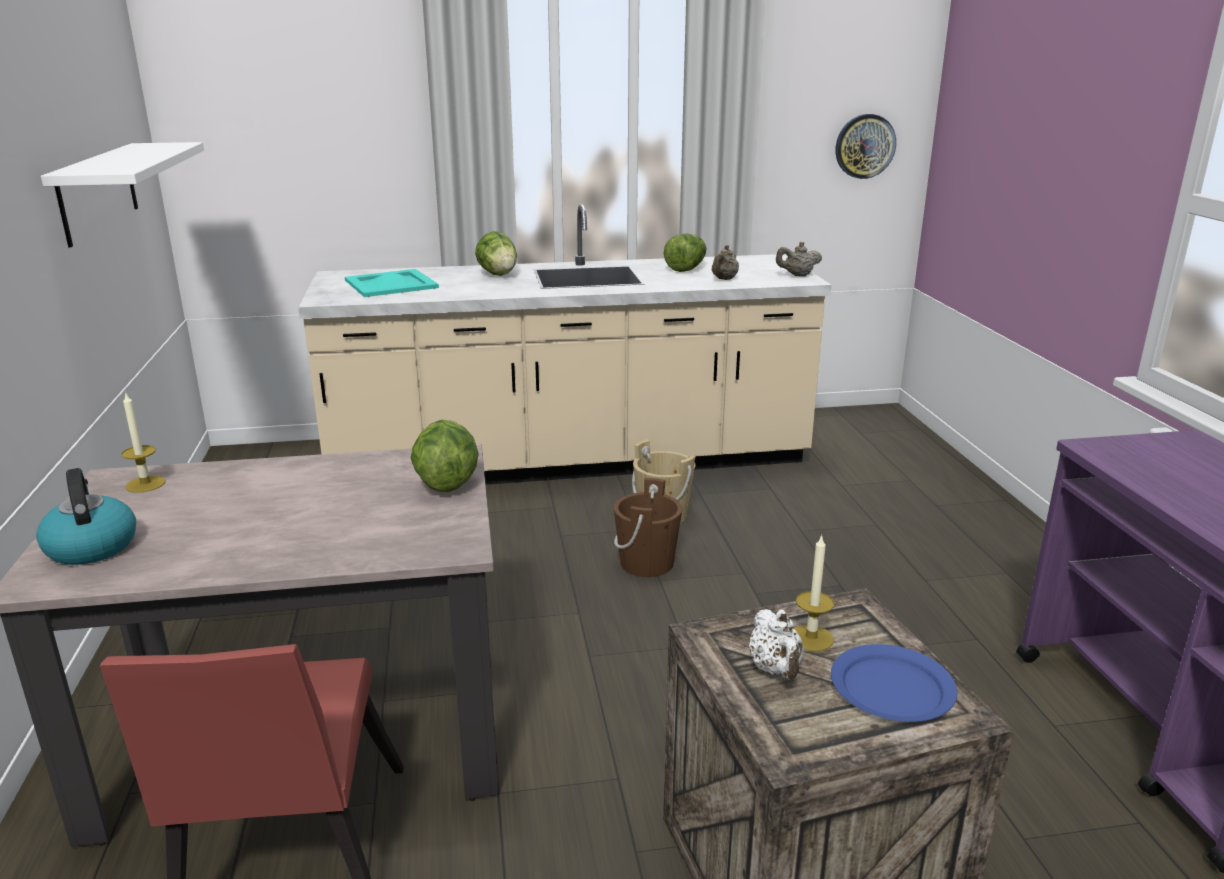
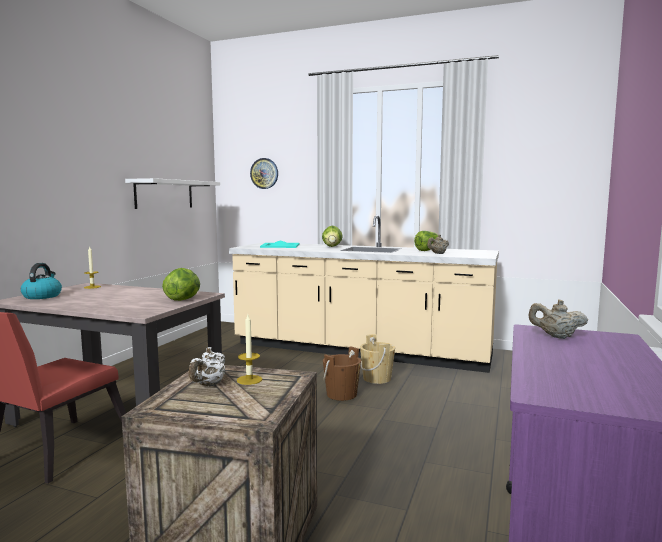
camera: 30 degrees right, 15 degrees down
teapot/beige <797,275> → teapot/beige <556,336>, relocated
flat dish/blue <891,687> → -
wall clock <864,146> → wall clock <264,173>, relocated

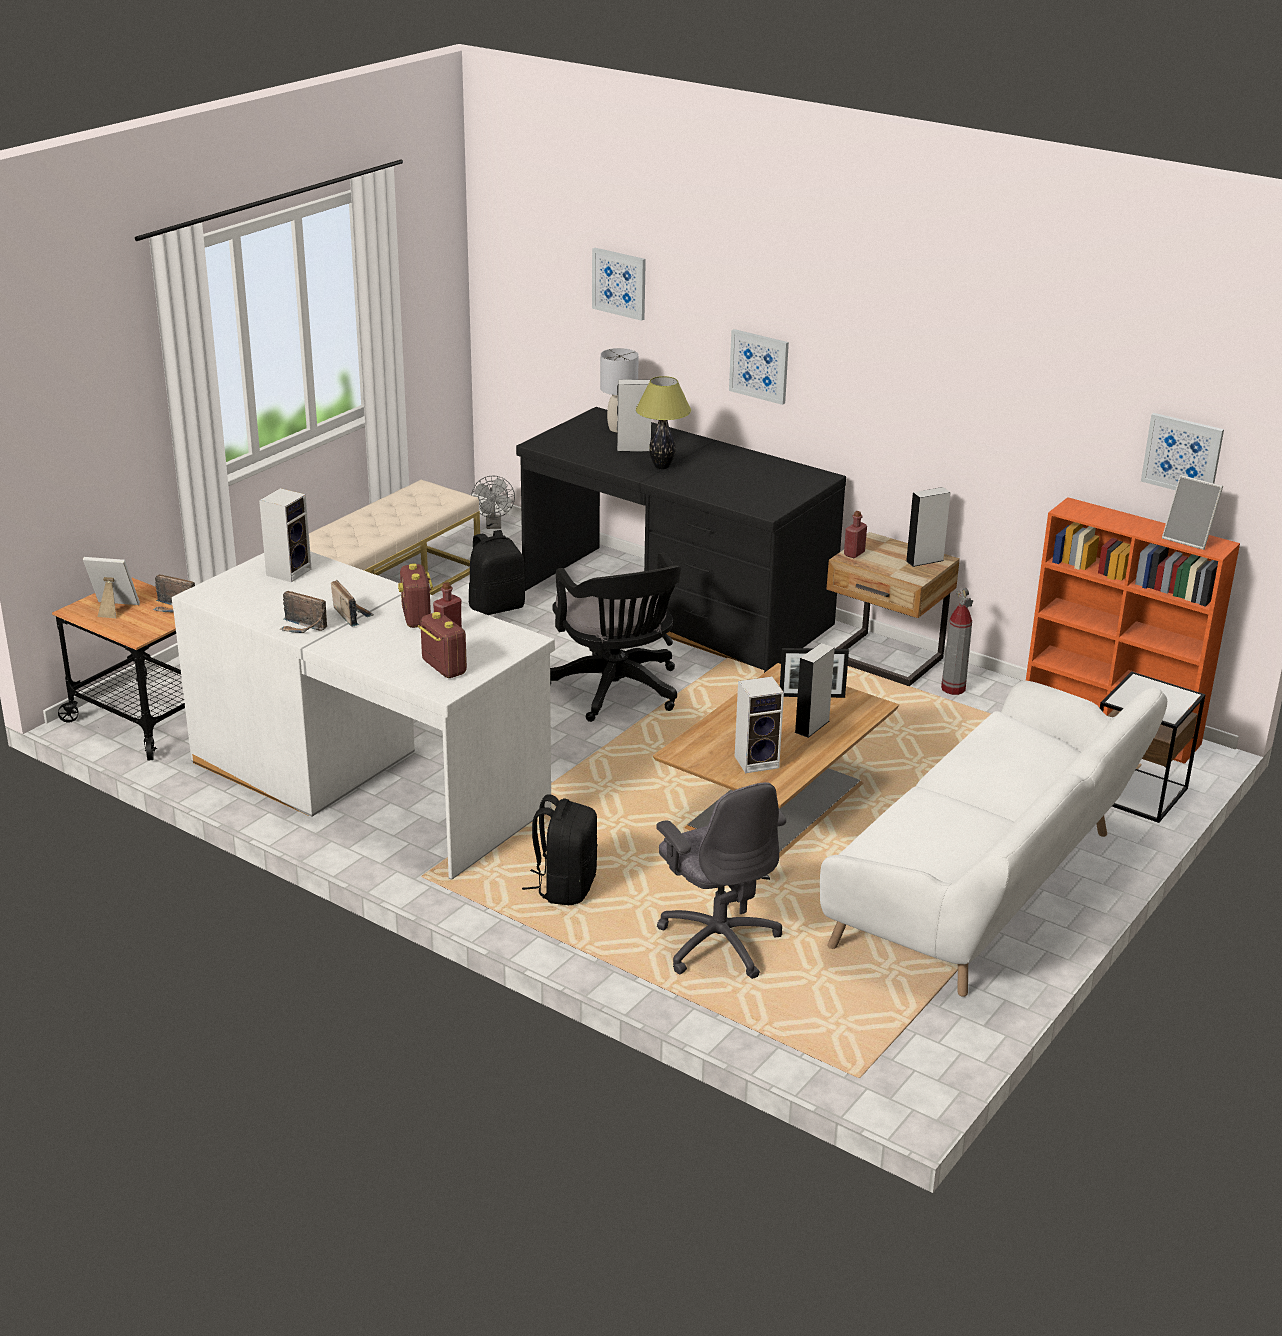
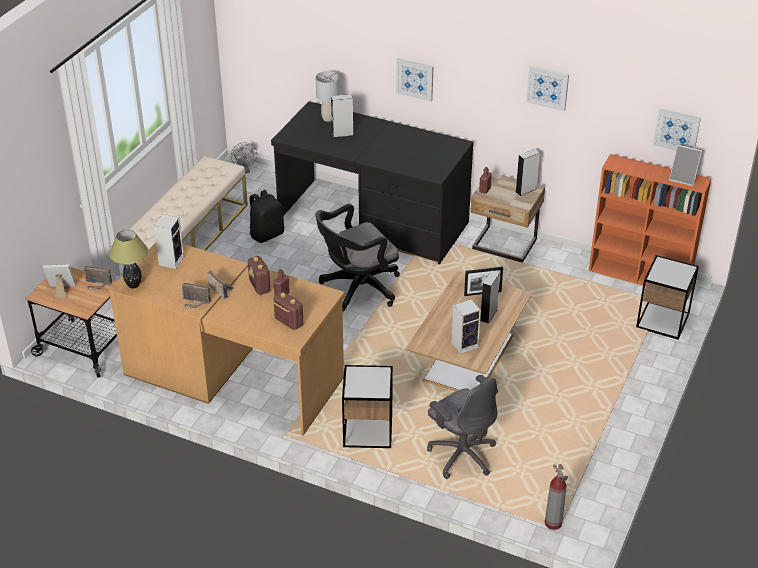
camera: 10 degrees left, 10 degrees up
desk/white-coloured <370,783> → desk/brownish <234,375>
backpack/black <565,887> → side table <367,431>
desk chair/black <617,692> → desk chair/black <357,289>, 90 degrees clockwise
wall art <619,283> → wall art <547,87>, relocated
table lamp <662,466> → table lamp <133,285>, relocated
sofa/white-coloured <986,890> → -
fire extinguisher <953,688> → fire extinguisher <553,523>, relocated

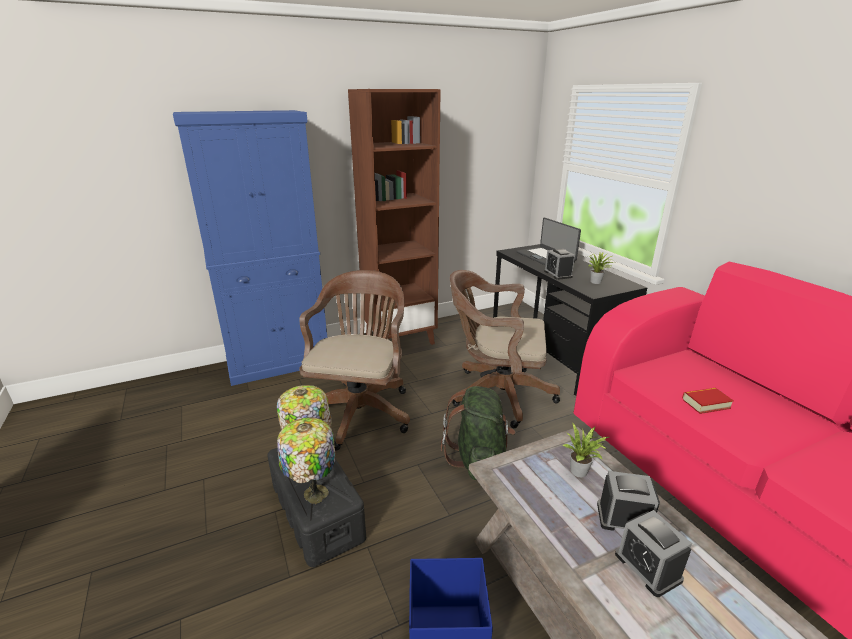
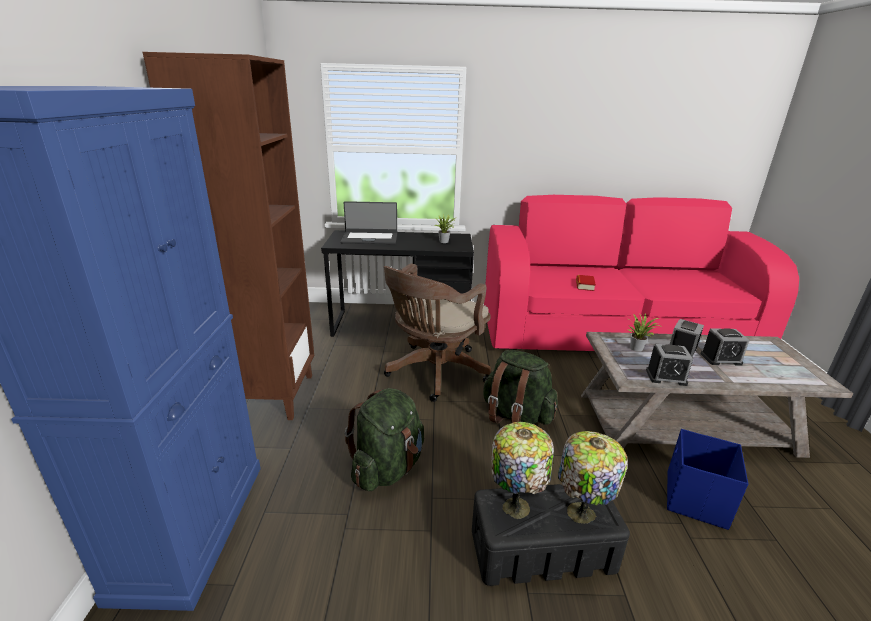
camera: 65 degrees left, 0 degrees up
desk chair/brownish <361,409> → backpack/green <388,468>
alarm clock <558,274> → alarm clock <666,377>, relocated

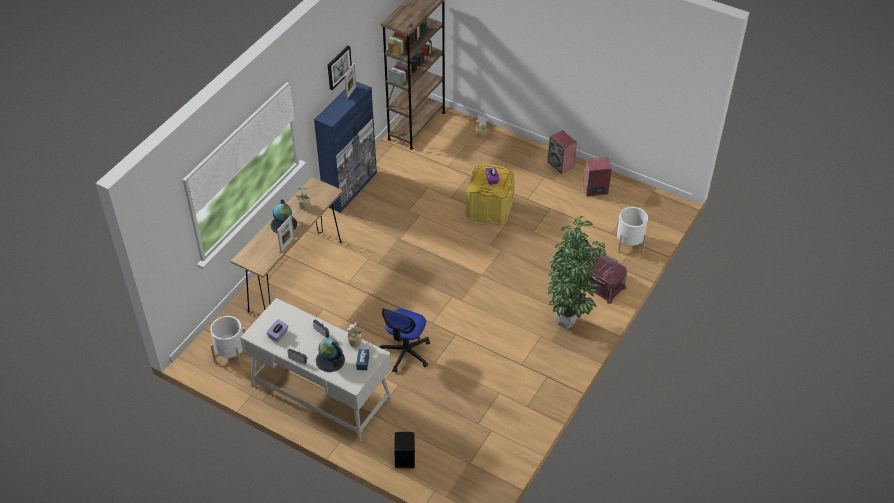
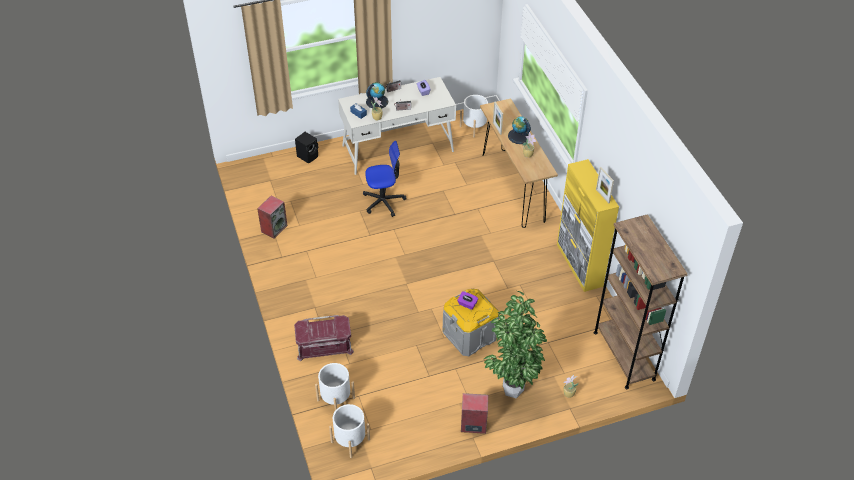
camera: 130 degrees right, 0 degrees up
storage cabinet/blue <350,188> → storage cabinet/yellow <579,265>
wall art <338,67> → -
desk chair <405,353> → desk chair <383,201>, 105 degrees clockwise
storage bin/yellow <489,209> → storage bin/greyish <469,335>
plant in a pot <568,323> → plant in a pot <510,391>, relocated
speaker <595,189> → speaker <274,228>, relocated
- → flower pot/white-coloured <350,440>

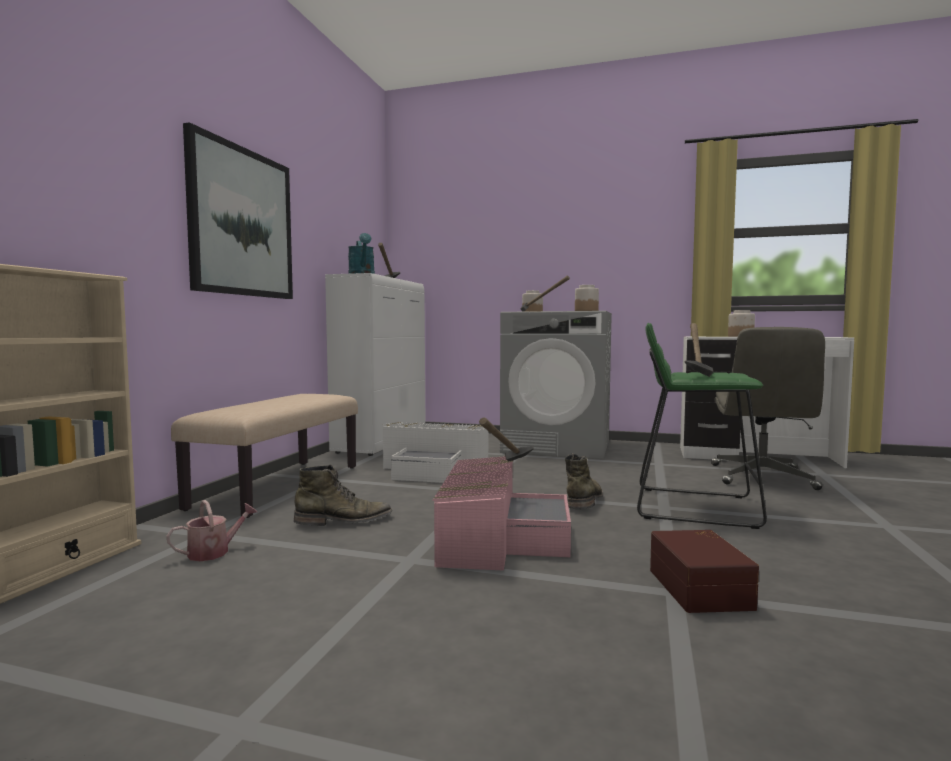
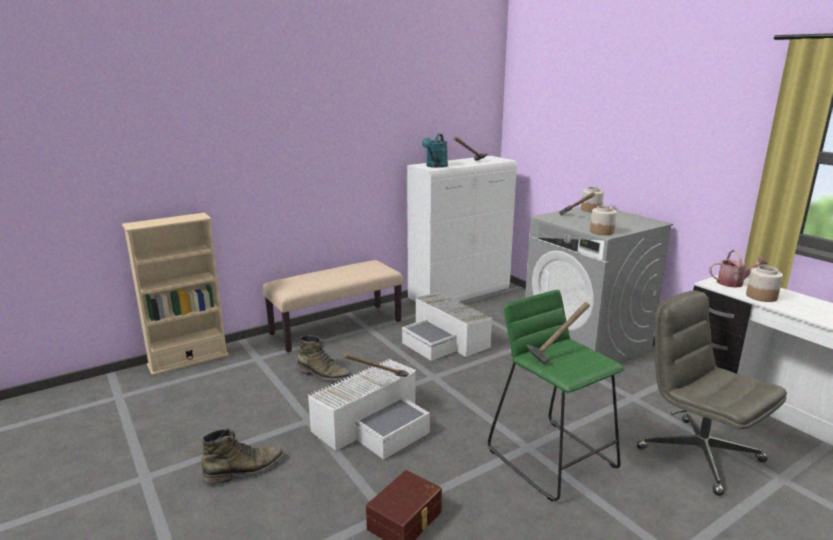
camera: 40 degrees right, 15 degrees up
sprinkling can <214,552> → sprinkling can <733,283>, relocated
wall art <242,222> → -
storage bin/pink-coloured <497,537> → storage bin/white-coloured <374,424>
tall boot/green <584,500> → tall boot/green <245,470>, relocated
desk chair/greyish <762,477> → desk chair/greyish <698,454>, 90 degrees clockwise

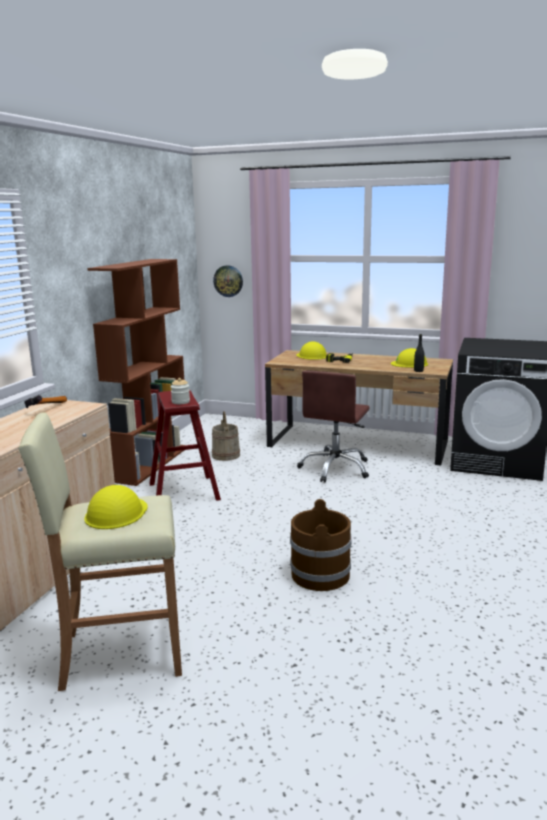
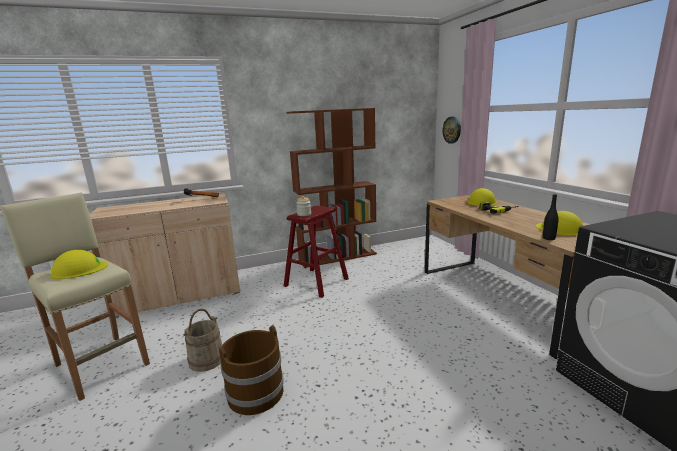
camera: 50 degrees right, 0 degrees up
bucket/beige <225,455> → bucket/beige <206,359>, relocated
desk chair/brownish <335,468> → -

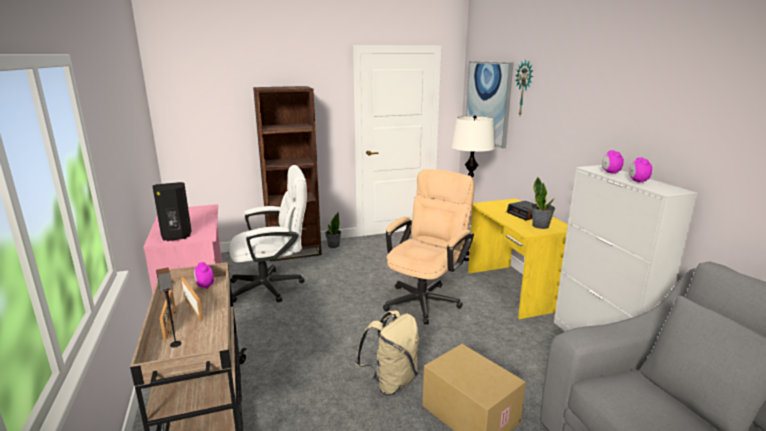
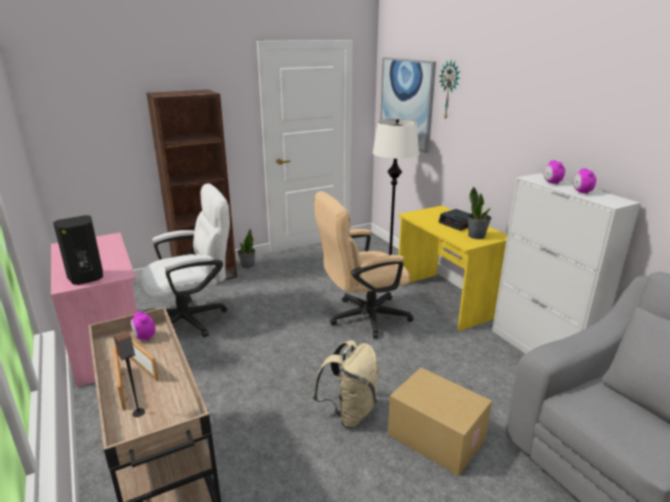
camera: 10 degrees left, 5 degrees up
desk chair/beige <426,299> → desk chair/beige <362,318>, 135 degrees counterclockwise

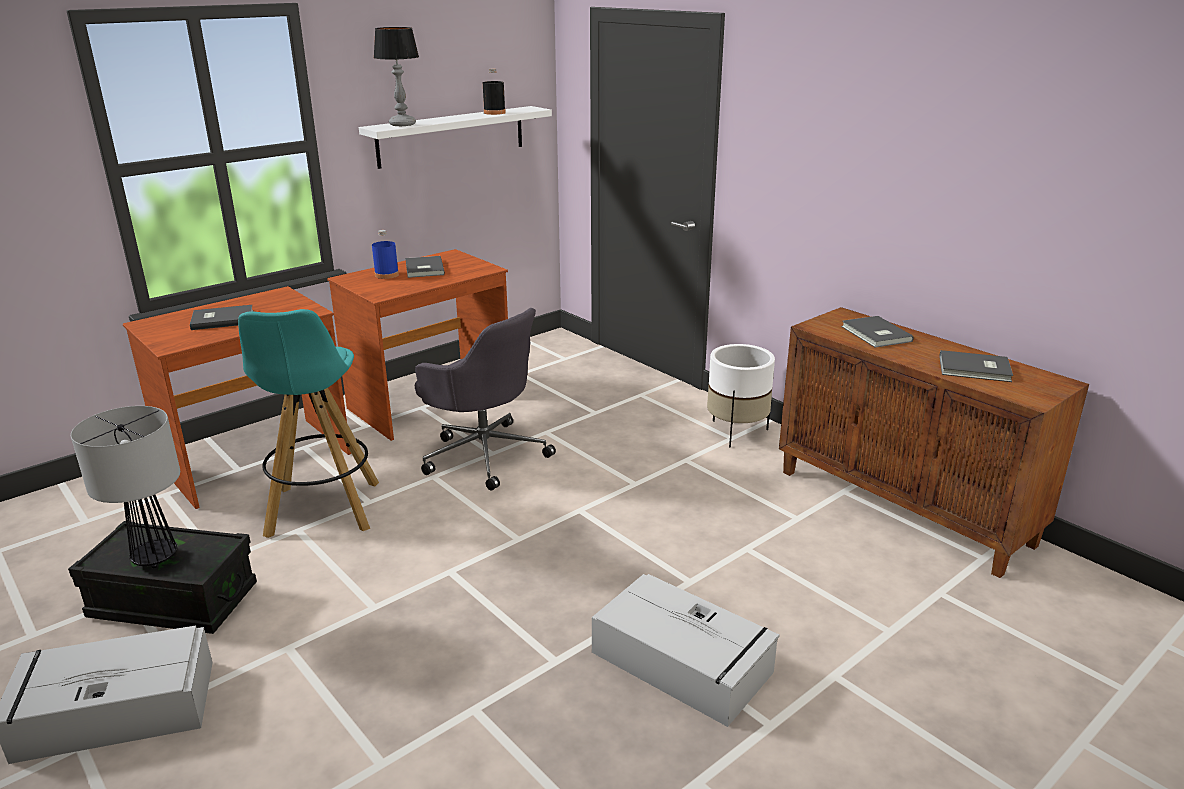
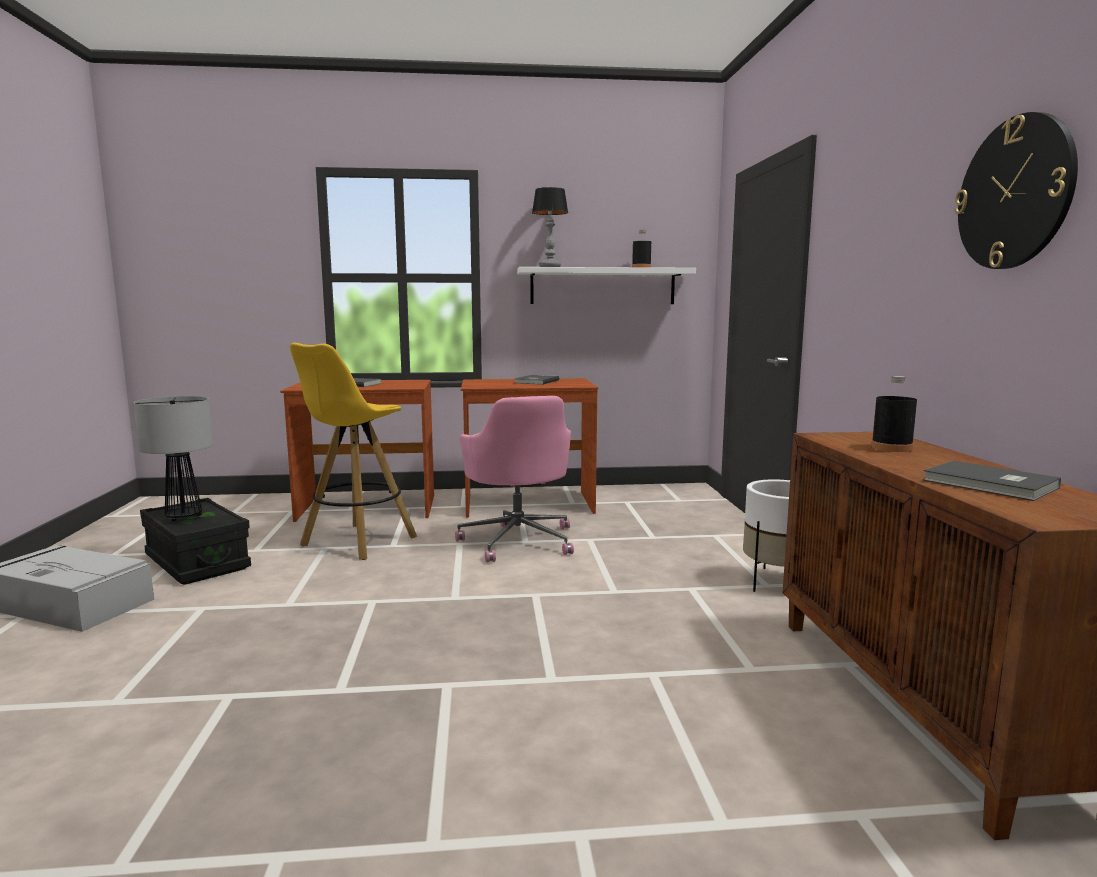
camera: 35 degrees right, 15 degrees down
stool seat/blue-green <323,510> → stool seat/yellow <357,542>
drink bottle/blue <386,275> → -
desk chair/greyish <484,454> → desk chair/pink-coloured <518,540>
storage bin/greyish <684,663> → -
bound book/greyish <875,334> → drink bottle/black <891,448>
- → wall clock <1014,193>

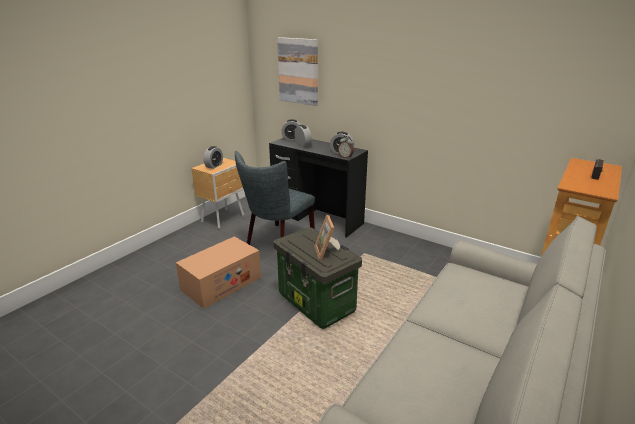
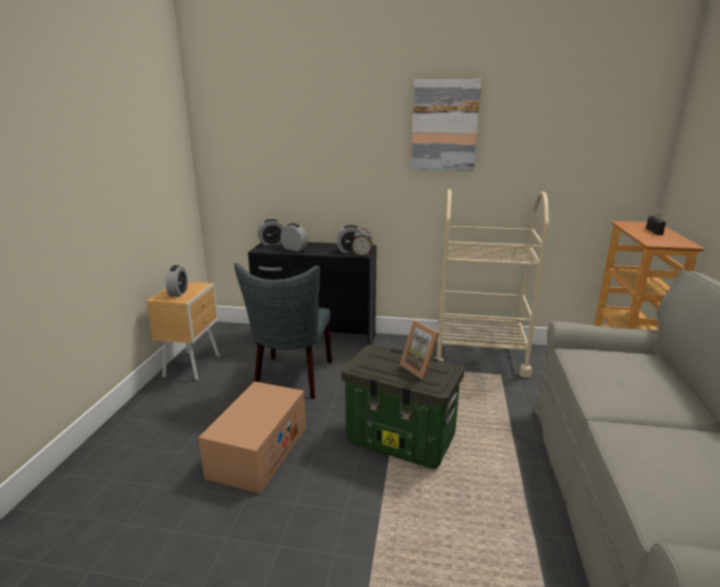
camera: 25 degrees left, 5 degrees down
wall art <298,71> → wall art <444,125>, relocated
- → wheeled cart/beige <478,356>

